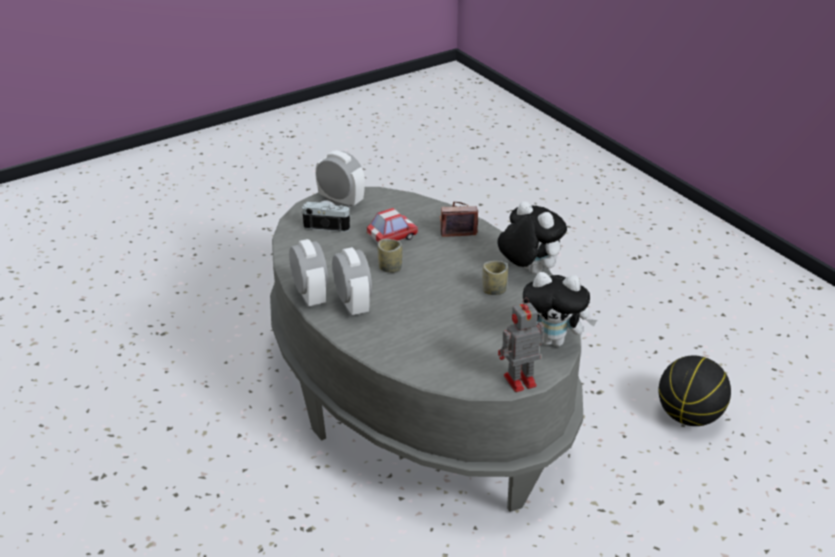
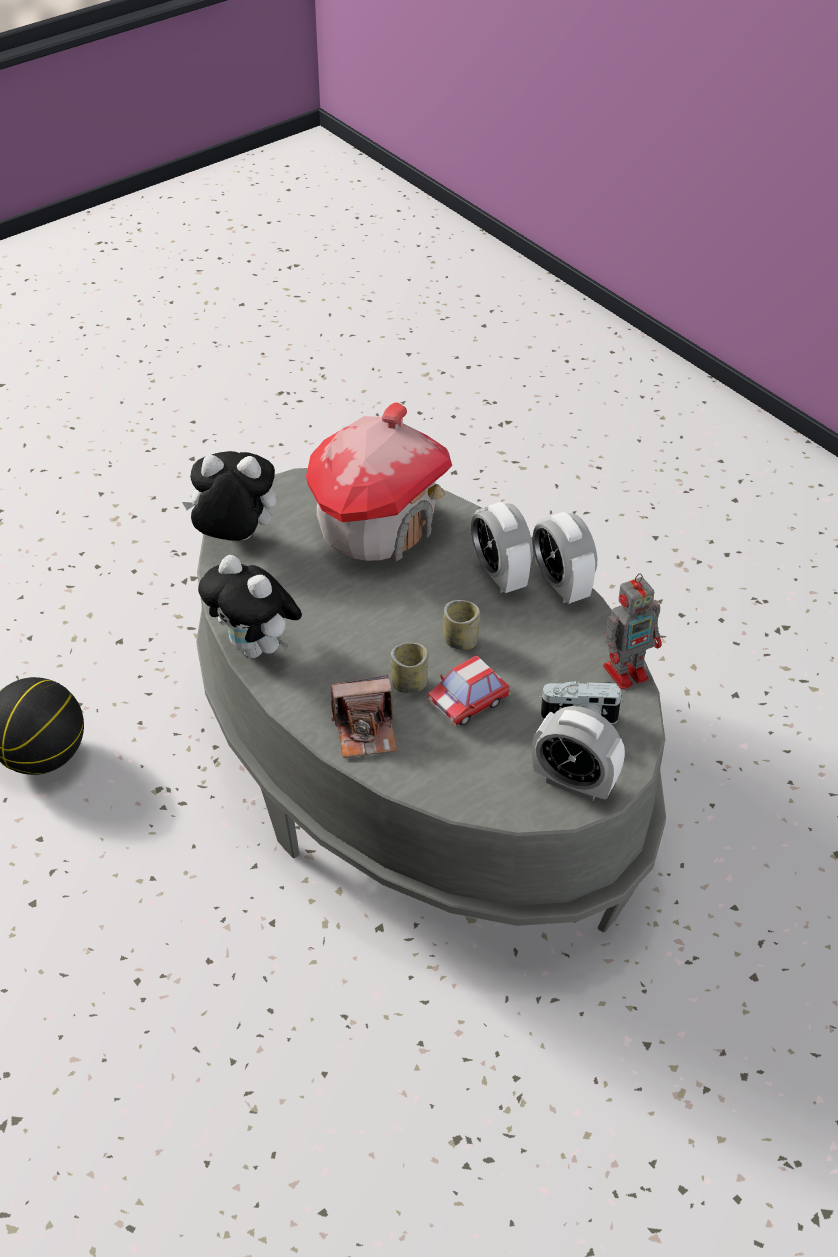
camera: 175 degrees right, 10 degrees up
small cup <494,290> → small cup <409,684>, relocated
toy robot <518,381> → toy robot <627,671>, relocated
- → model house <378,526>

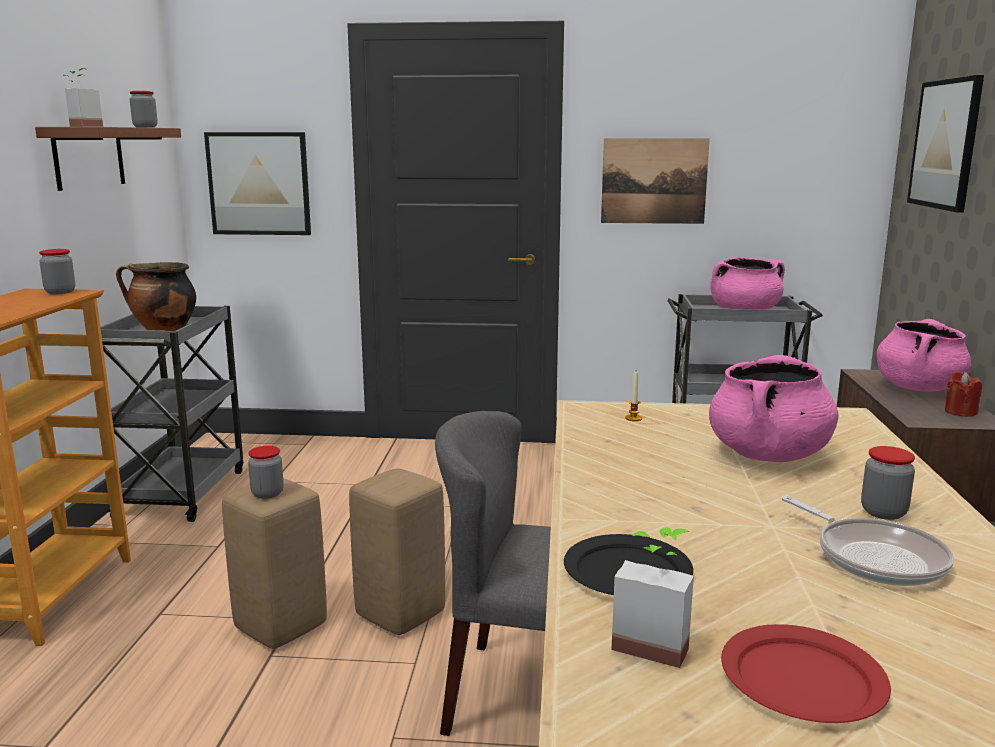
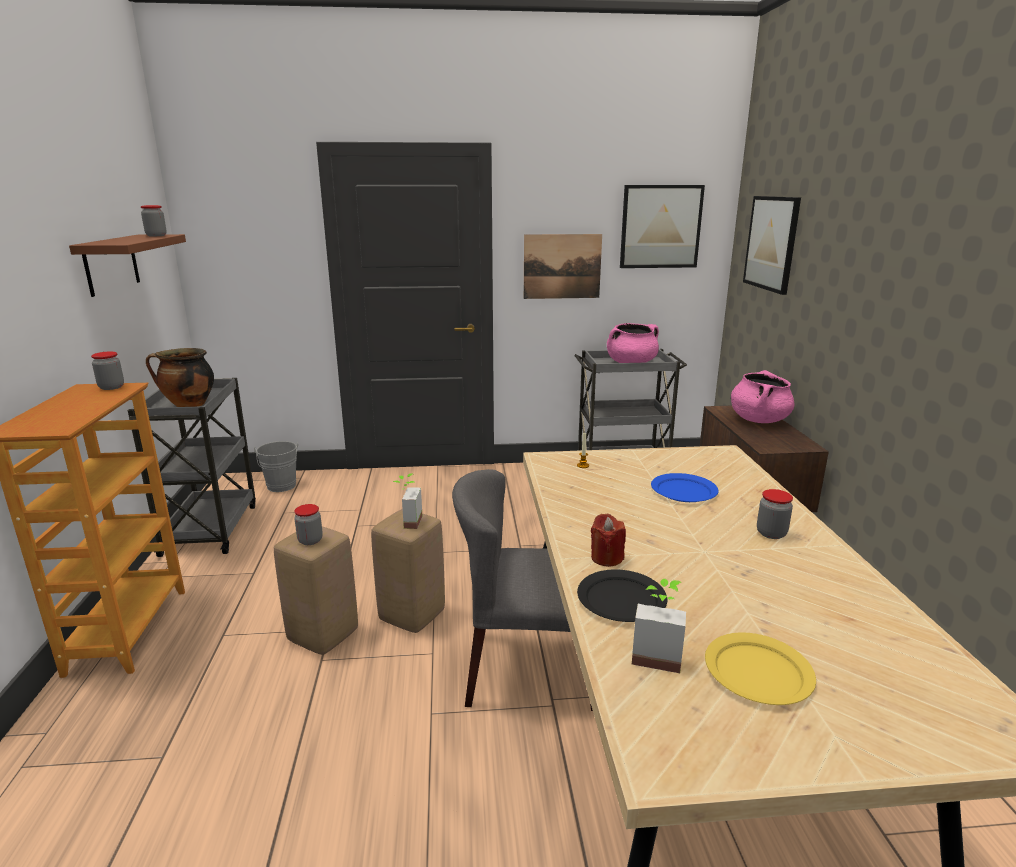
camera: 10 degrees left, 5 degrees up
plant in a pot <81,126> → plant in a pot <407,522>, relocated
wall art <259,184> → wall art <660,227>, relocated
cooking pot/pink-coloured <768,455> → flat dish/blue <684,491>
flat dish/reddish <803,680> → flat dish/yellow <759,672>
frying pan <874,557> → -
wax light/reddish <960,412> → wax light/reddish <606,558>, relocated
- → bucket/greyish <281,487>

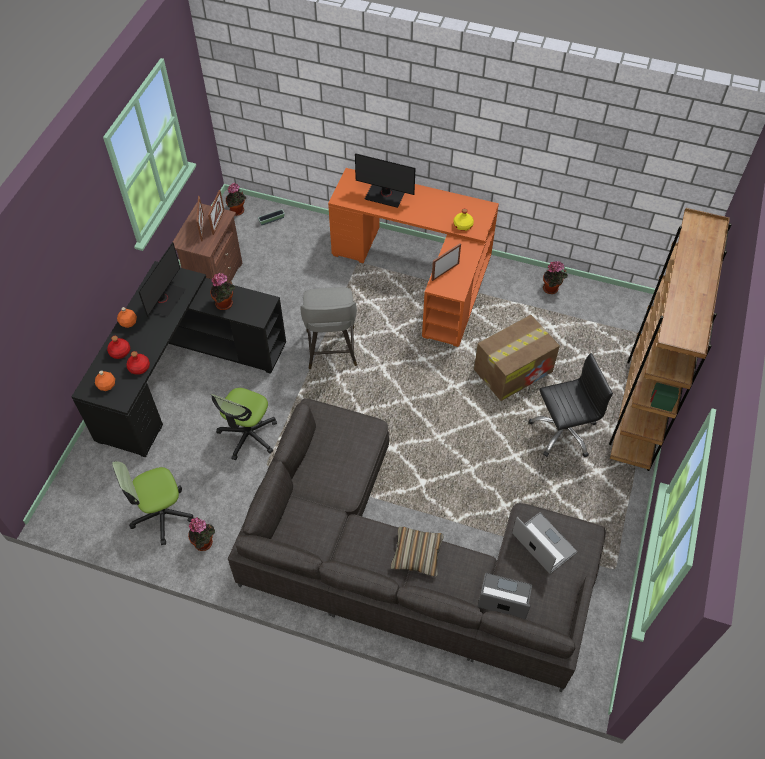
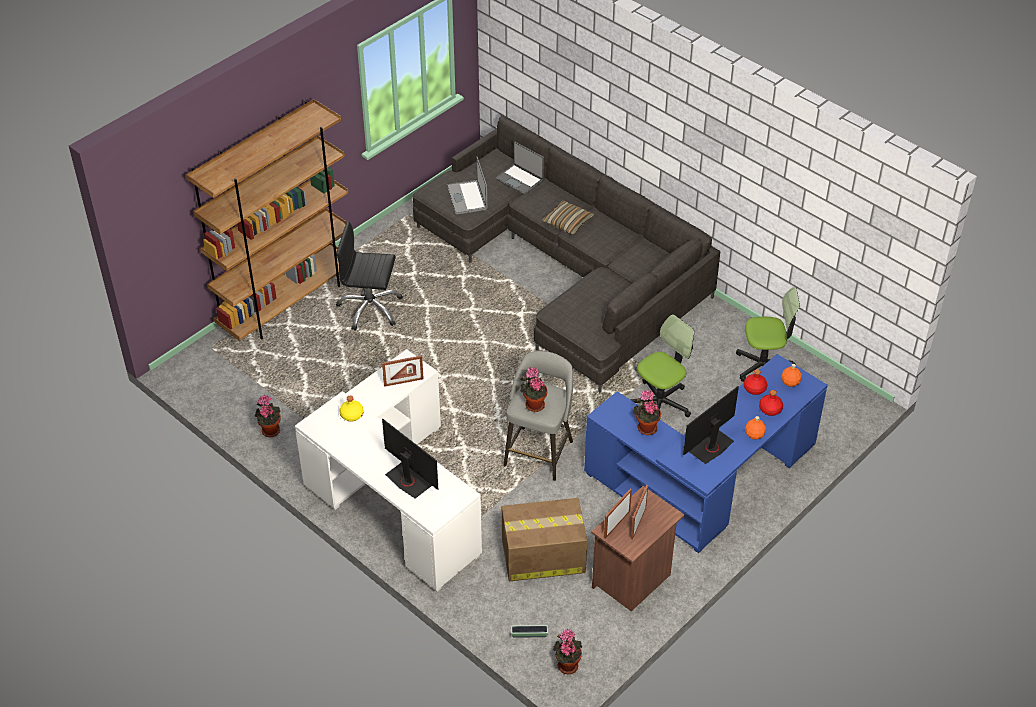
camera: 155 degrees left, 10 degrees down
desk/black <182,373> → desk/blue <706,483>
plant in a pot <205,543> → plant in a pot <533,404>, relocated
desk/orangey <421,272> → desk/white-coloured <392,499>
packing box <514,370> → packing box <542,556>, relocated

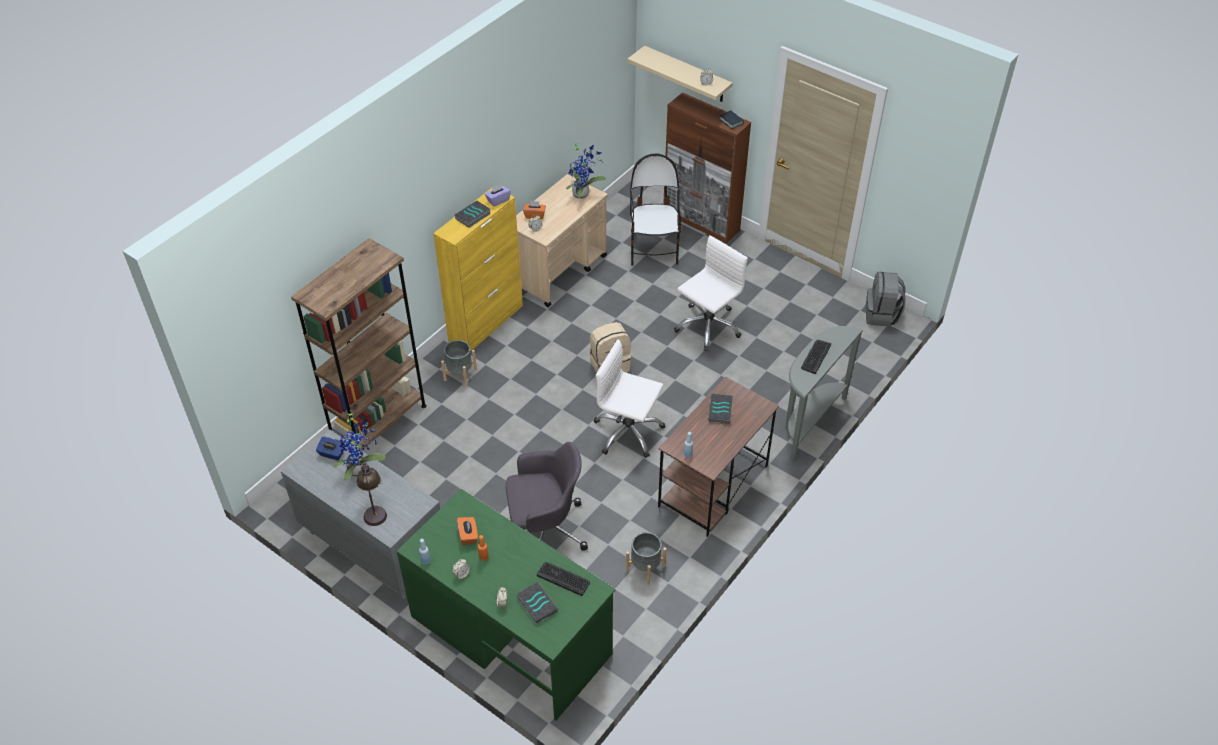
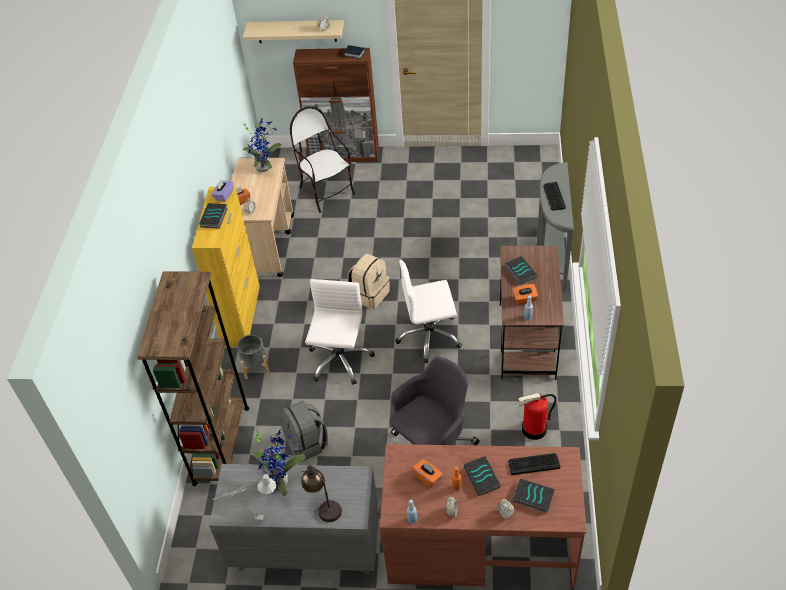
camera: 30 degrees left, 0 degrees up
box of tissues/blue <332,454> → -
desk/green <511,634> → desk/brownish <480,544>
flower pot/greyish <645,568> → fire extinguisher <534,429>
desk chair/white-coloured <708,326> → desk chair/white-coloured <339,360>, relocated
backpack/greyish <882,315> → backpack/greyish <307,443>, relocated
- → table lamp/greyish <253,520>
- → bound book <482,477>
- → box of tissues/orangey <524,299>

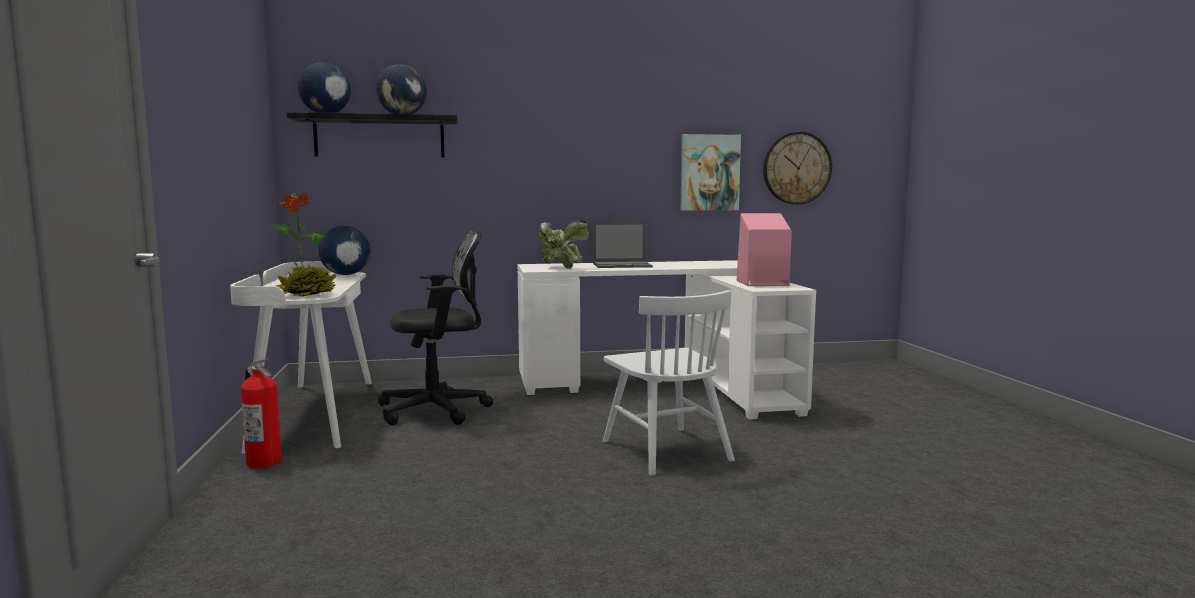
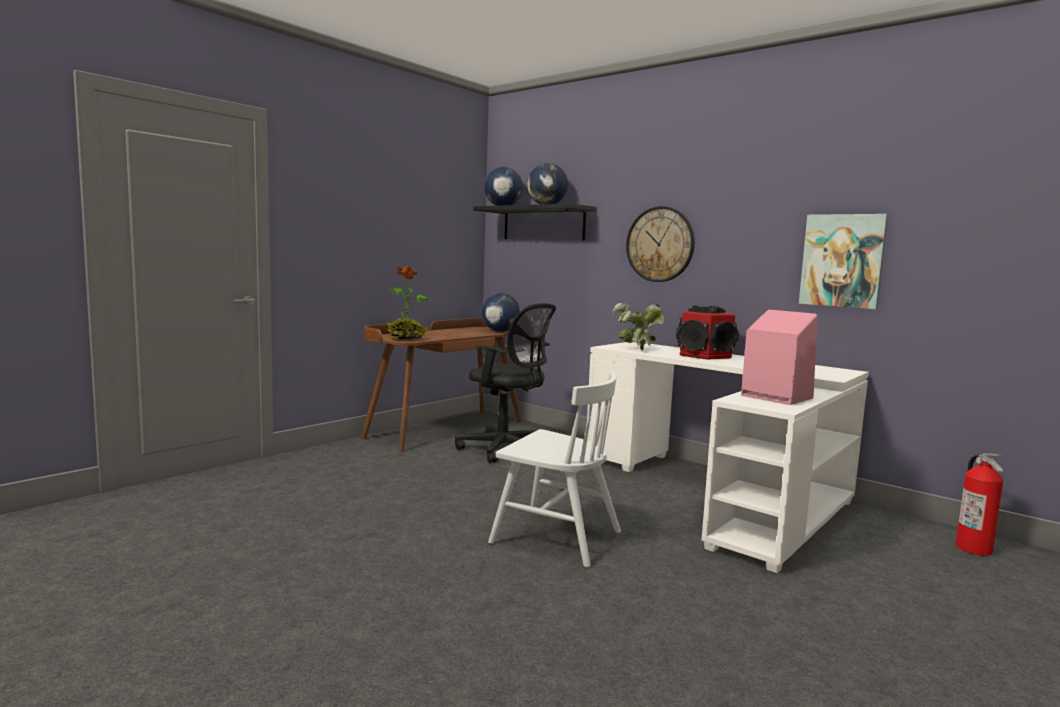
camera: 50 degrees right, 0 degrees up
desk/white-coloured <314,413> → desk/brownish <445,429>
fire extinguisher <264,462> → fire extinguisher <973,549>, relocated
portable computer <622,265> → speaker <705,355>
plain chair/white-coloured <666,450> → plain chair/white-coloured <555,537>, 90 degrees counterclockwise
wall clock <797,168> → wall clock <660,244>, relocated

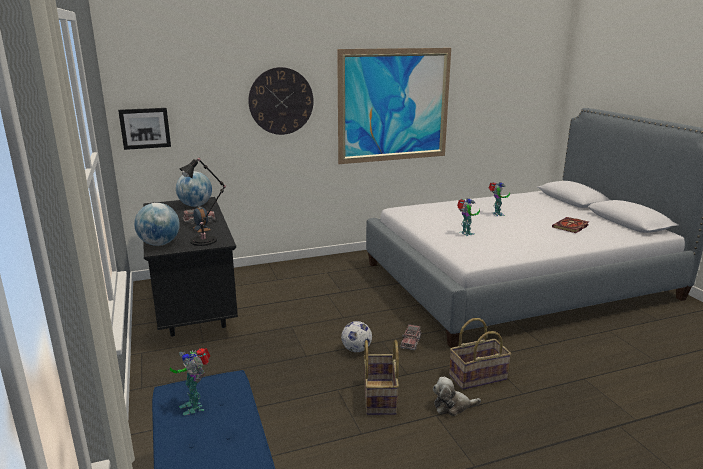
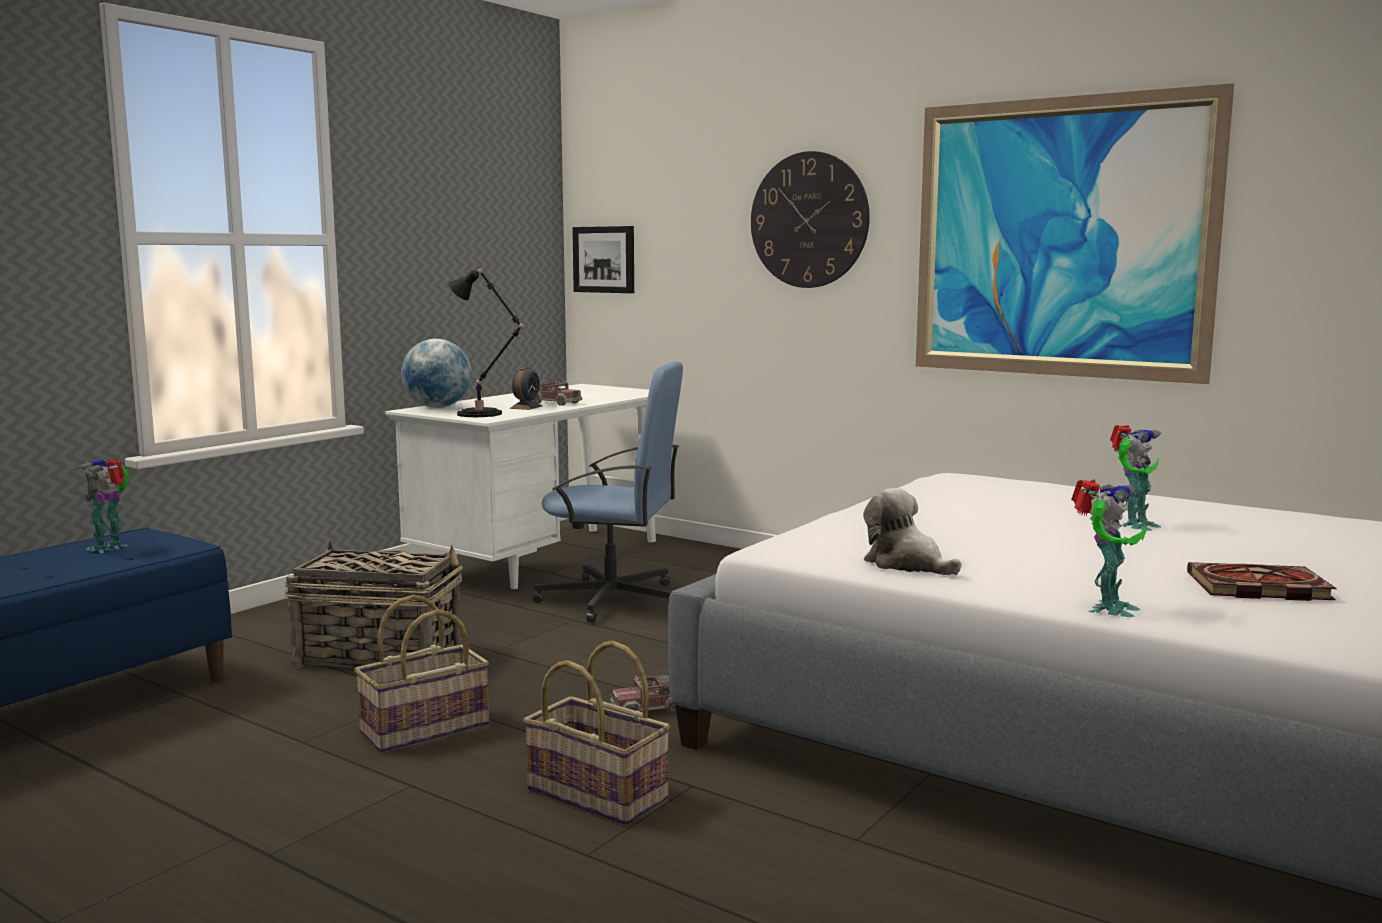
camera: 55 degrees right, 10 degrees down
desk/black <193,308> → desk/white-coloured <544,561>
desk globe <195,205> → -
ball for football <356,349> → -
plush toy <452,406> → plush toy <907,564>, relocated
toy robot <466,233> → toy robot <1106,608>, relocated
- → basket <377,656>
- → desk chair/blue <613,600>

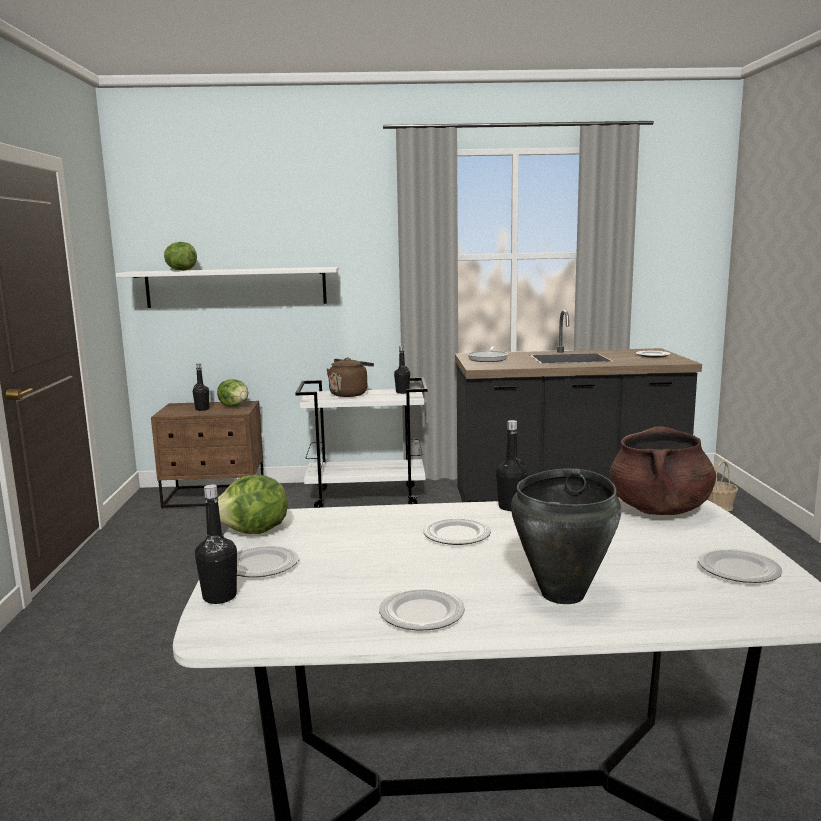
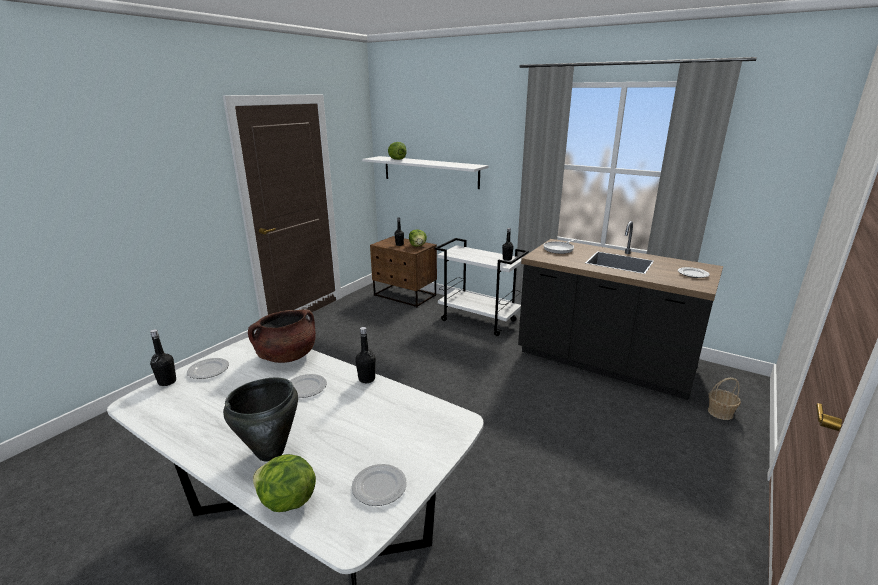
camera: 35 degrees right, 10 degrees up
lettuce <255,532> → lettuce <287,502>, relocated
kettle/brownish <350,394> → -
flat dish <421,614> → -
cooking pot/brownish <659,509> → cooking pot/brownish <287,356>, relocated

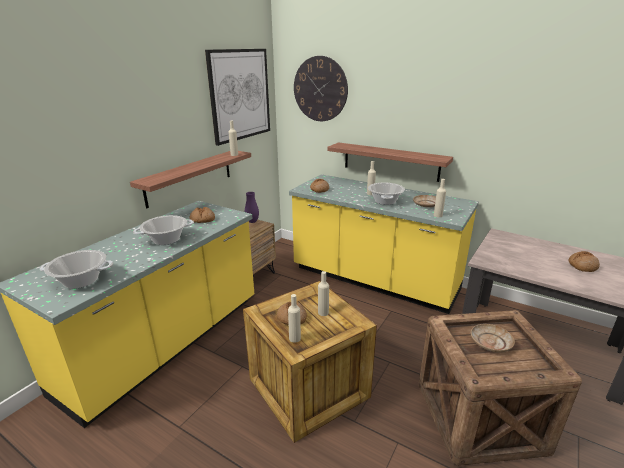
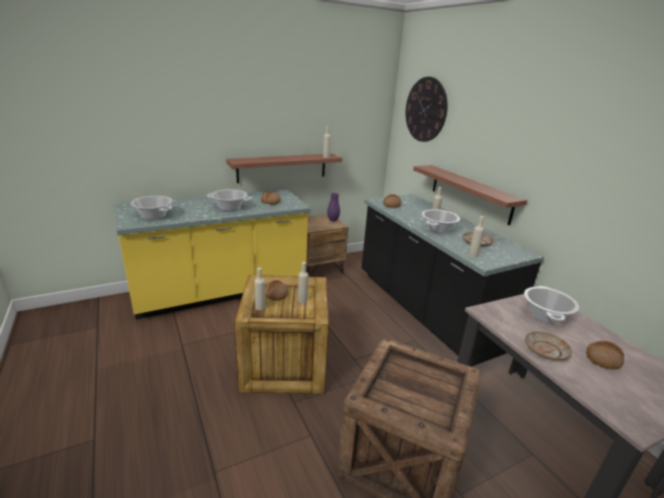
camera: 30 degrees right, 0 degrees up
wall art <240,95> → -
counter/yellow <374,280> → counter/black <425,309>
flat dish/beige <490,342> → flat dish/beige <545,350>, relocated
- → cooking pot <545,315>

